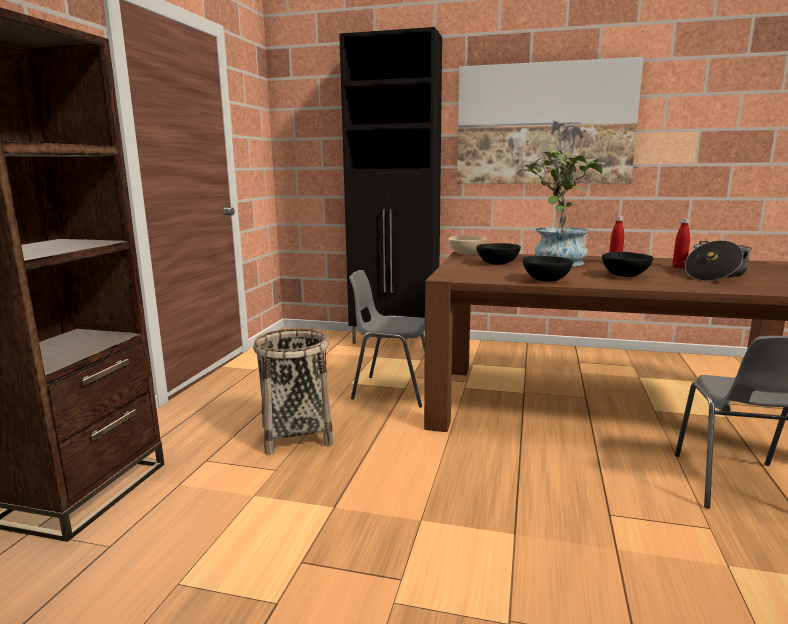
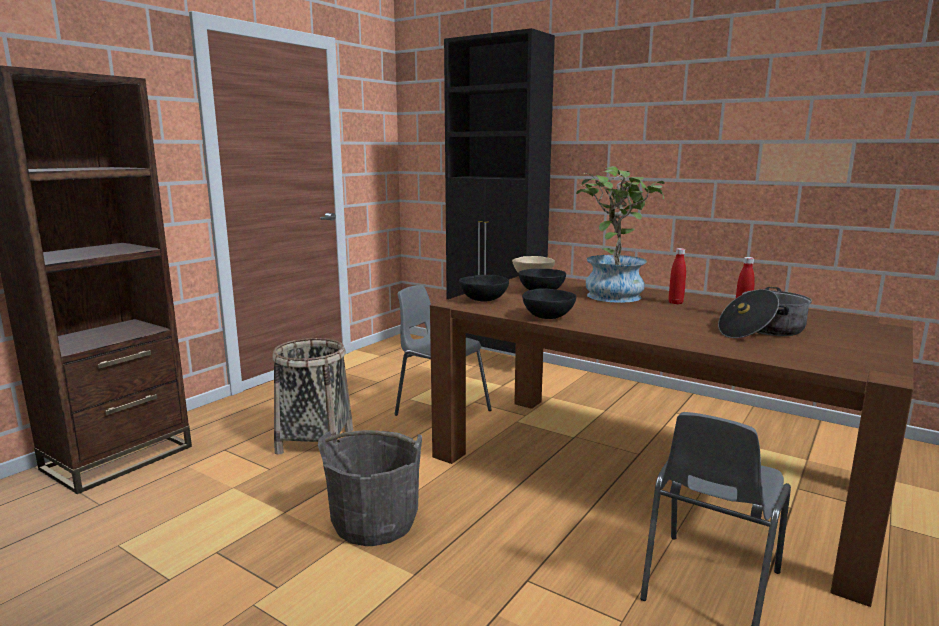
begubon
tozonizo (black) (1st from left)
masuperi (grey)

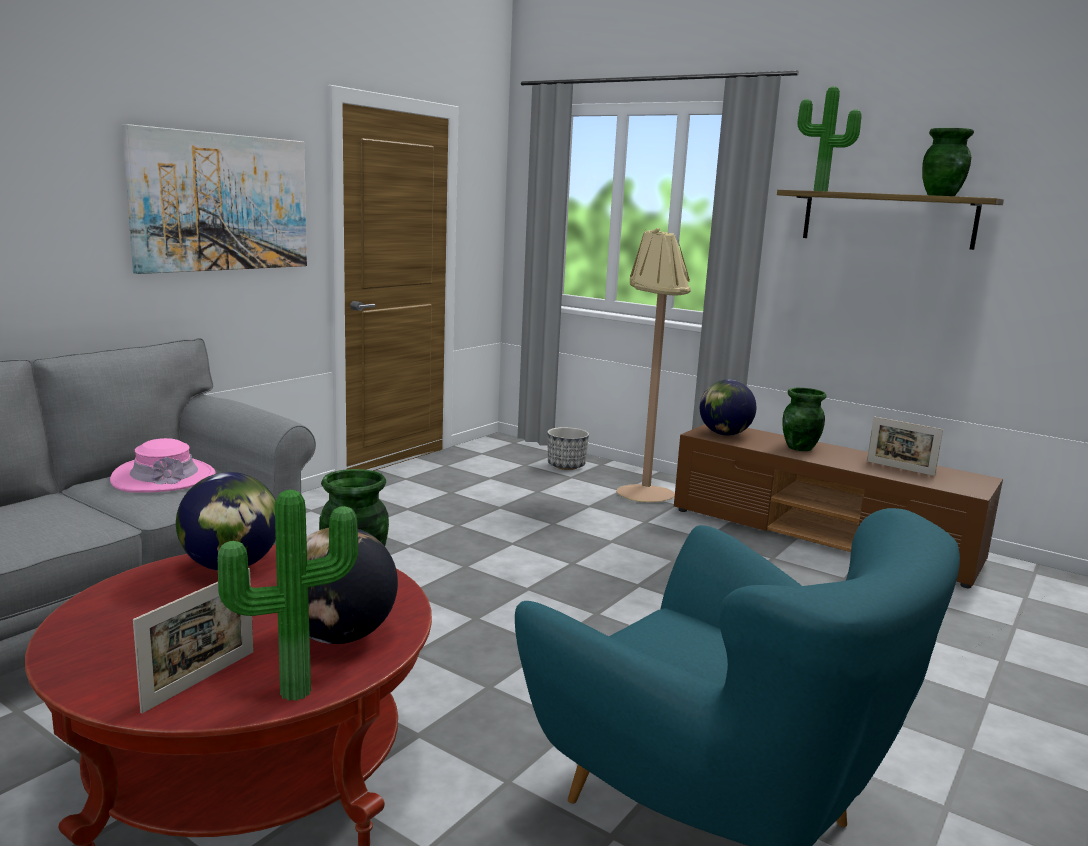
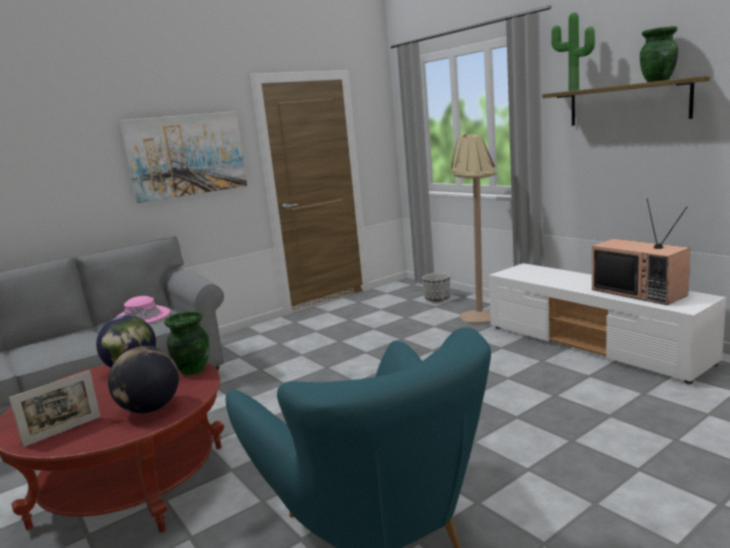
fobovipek (1st from left in the first image)
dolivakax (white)
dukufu (3rd from left in the first image)
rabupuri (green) (2nd from left in the first image)
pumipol

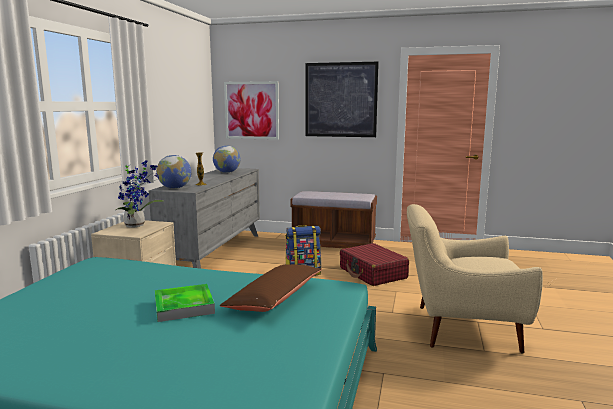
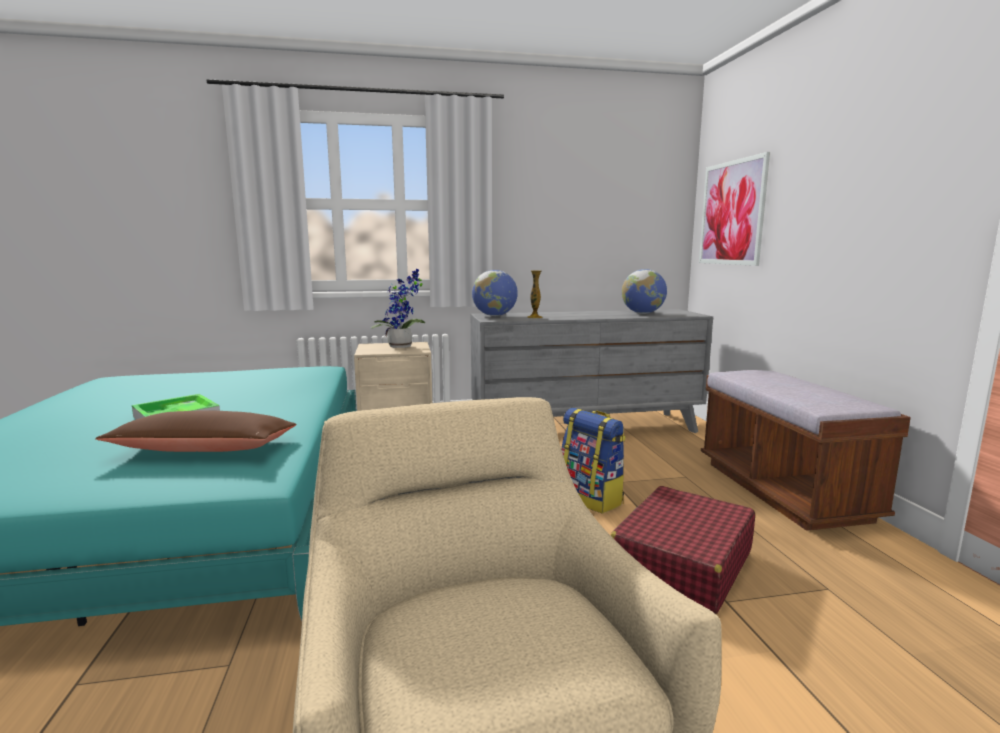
begubon (2nd from left in the first image)

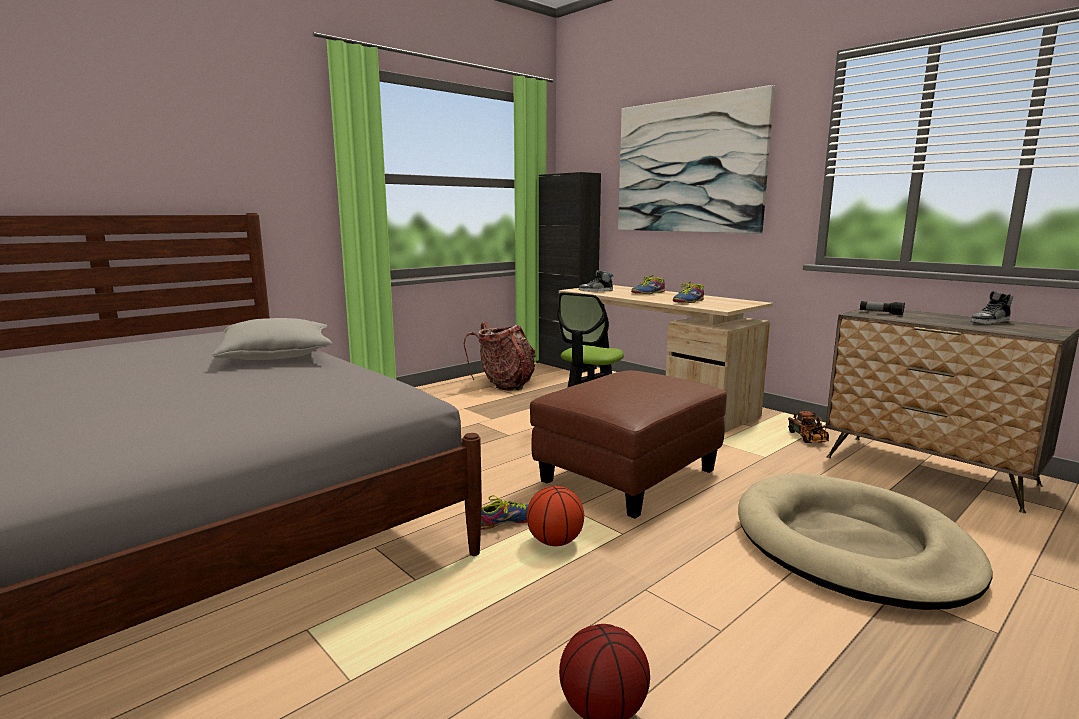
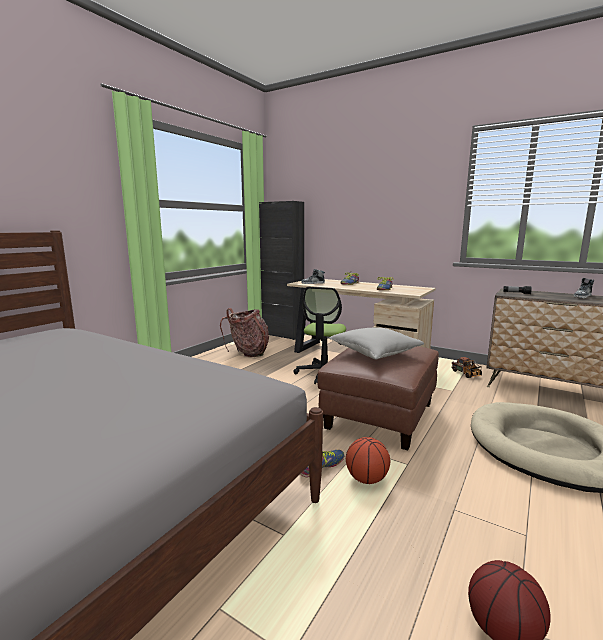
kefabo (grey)
begubon

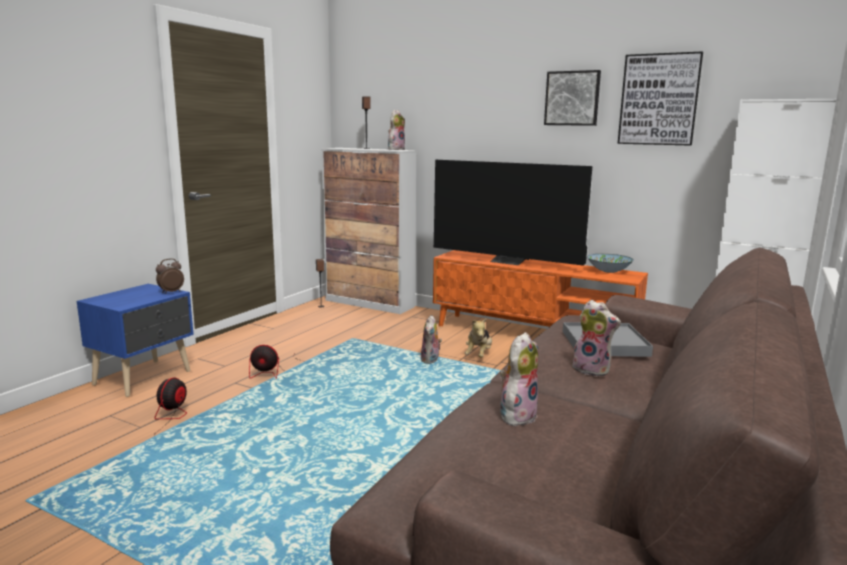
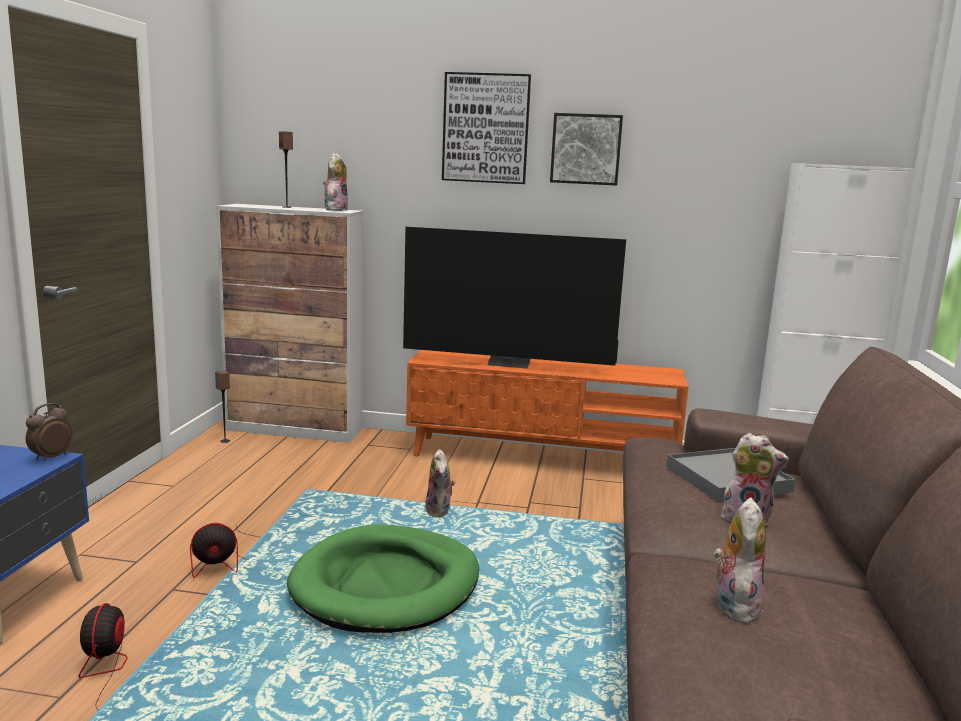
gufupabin (3rd from left in the first image)
tozonizo
begubon (1st from left)
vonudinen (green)

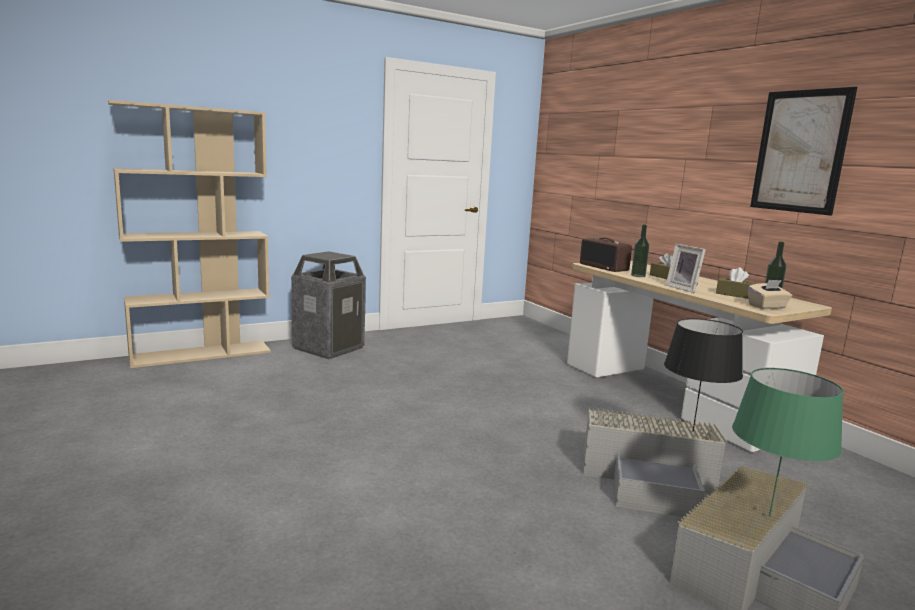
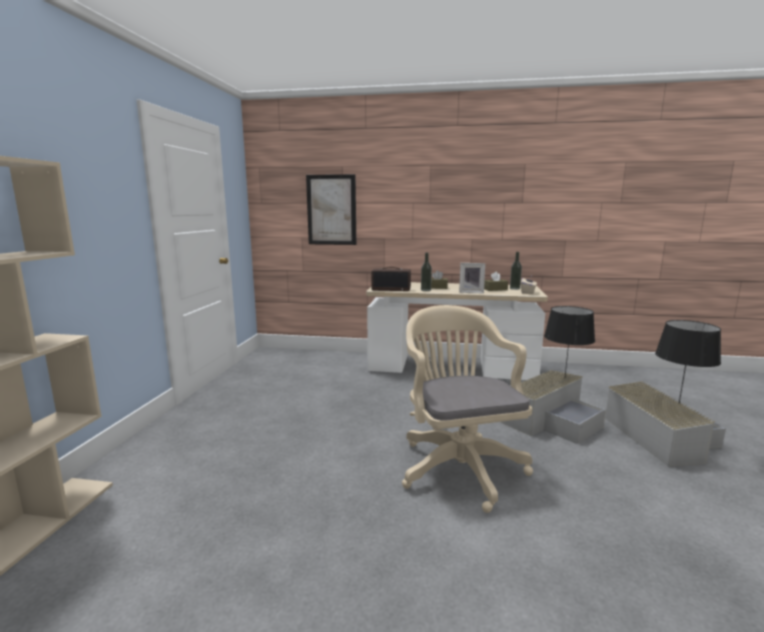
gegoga
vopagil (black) (2nd from left)
begubon
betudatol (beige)

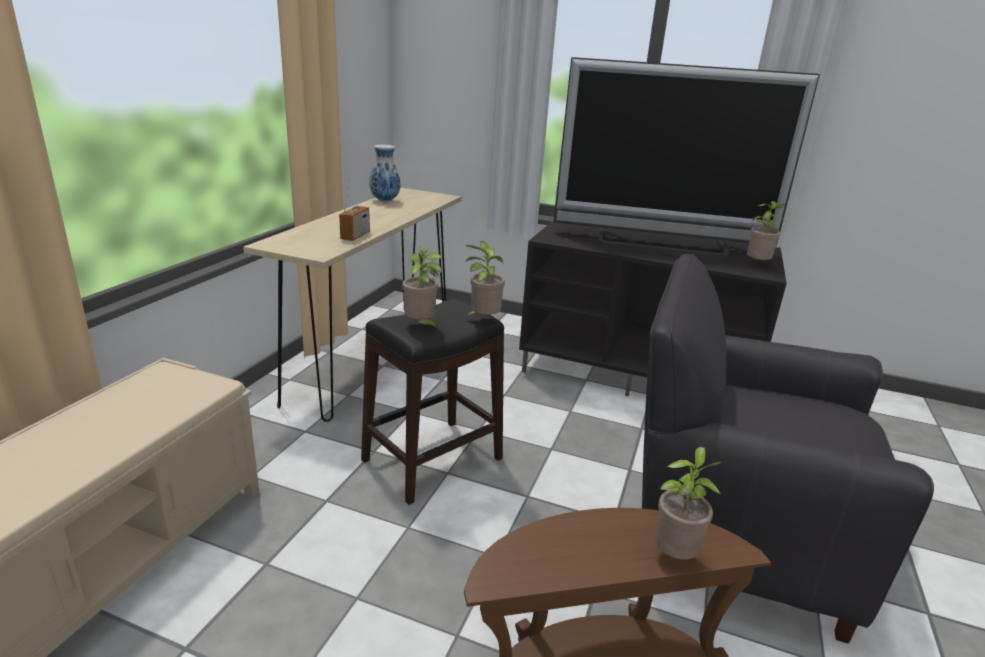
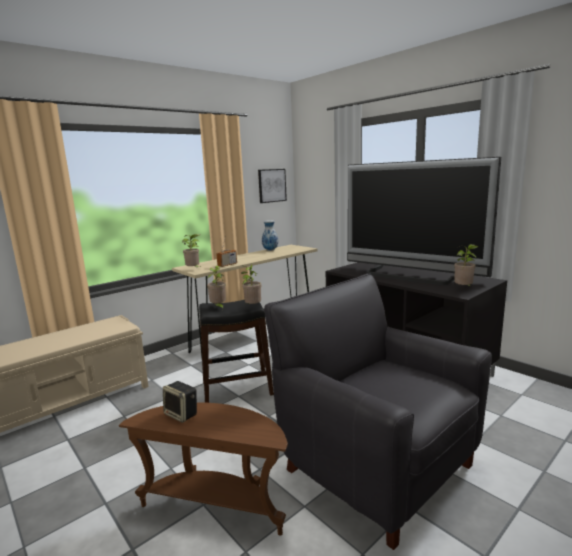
fobovipek (1st from left)
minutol
begubon

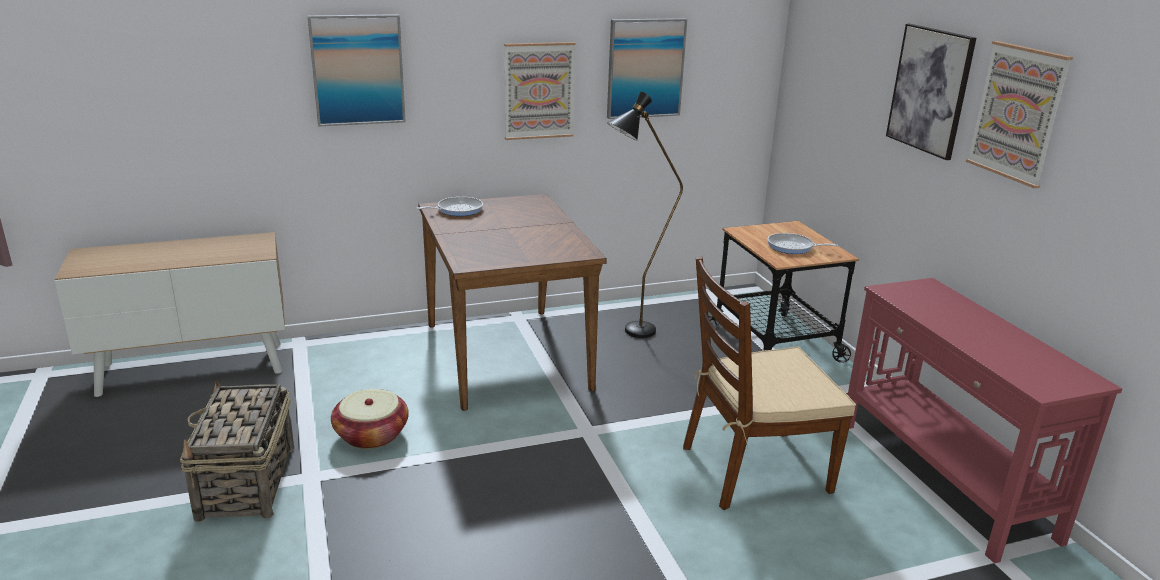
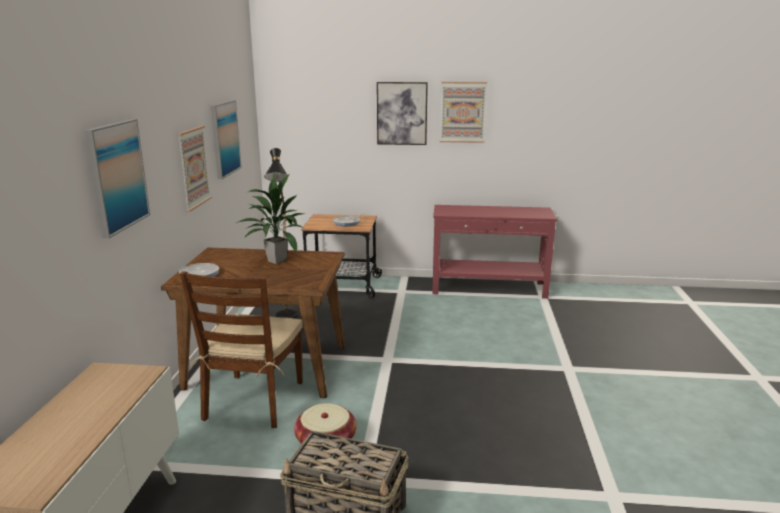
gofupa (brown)
fobovipek

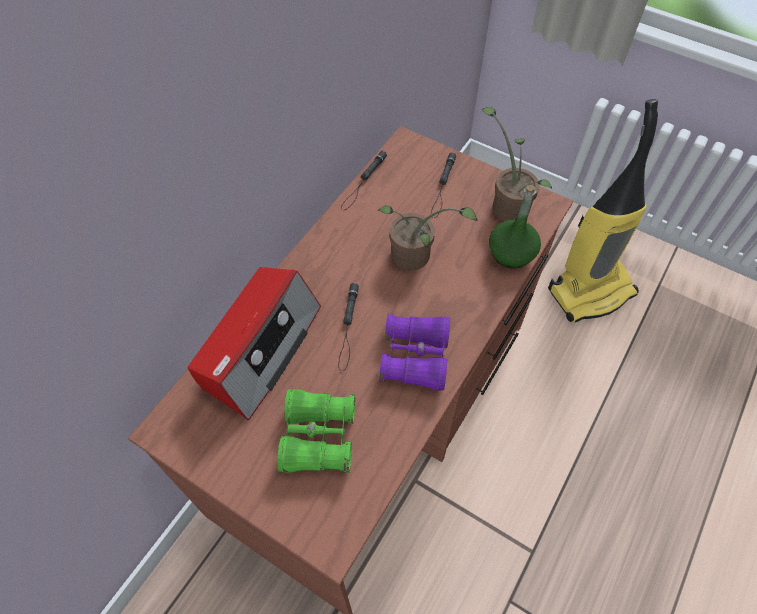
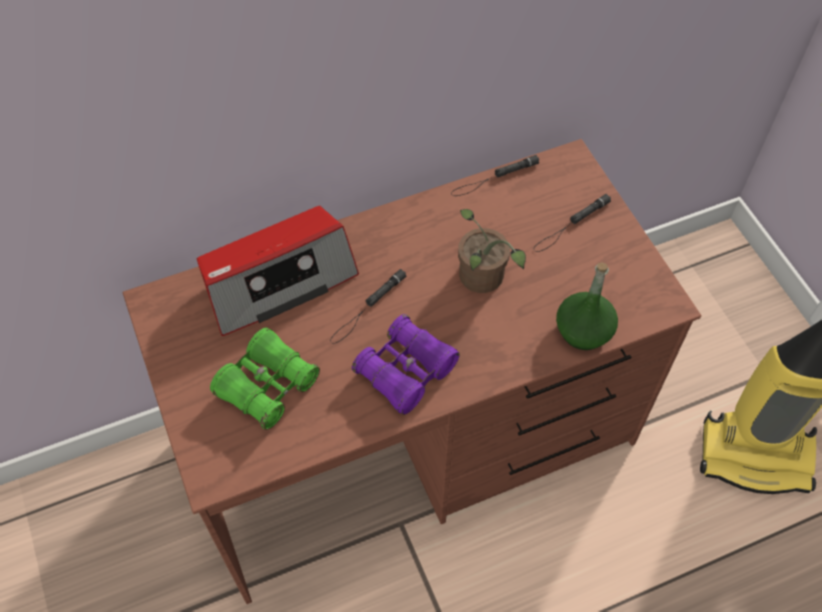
fobovipek (2nd from left in the first image)

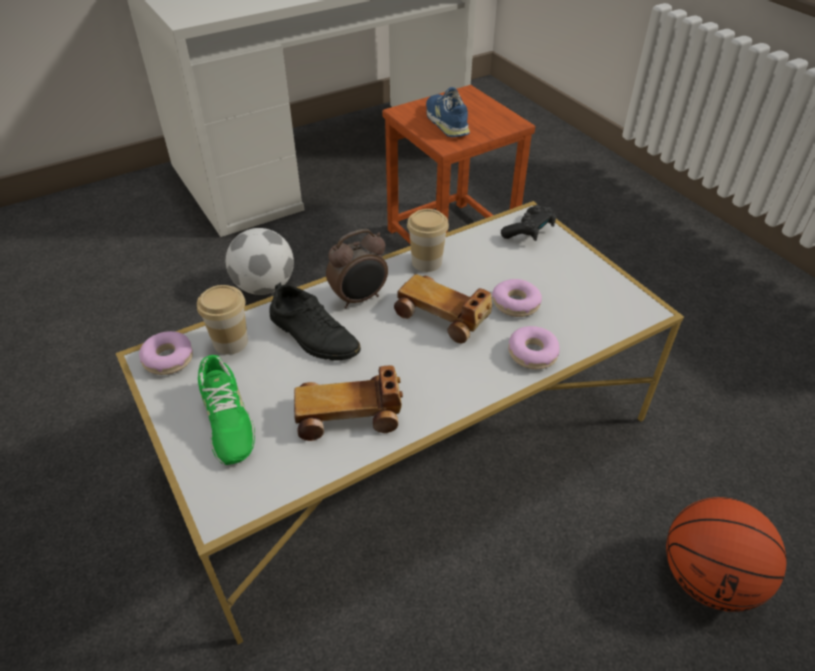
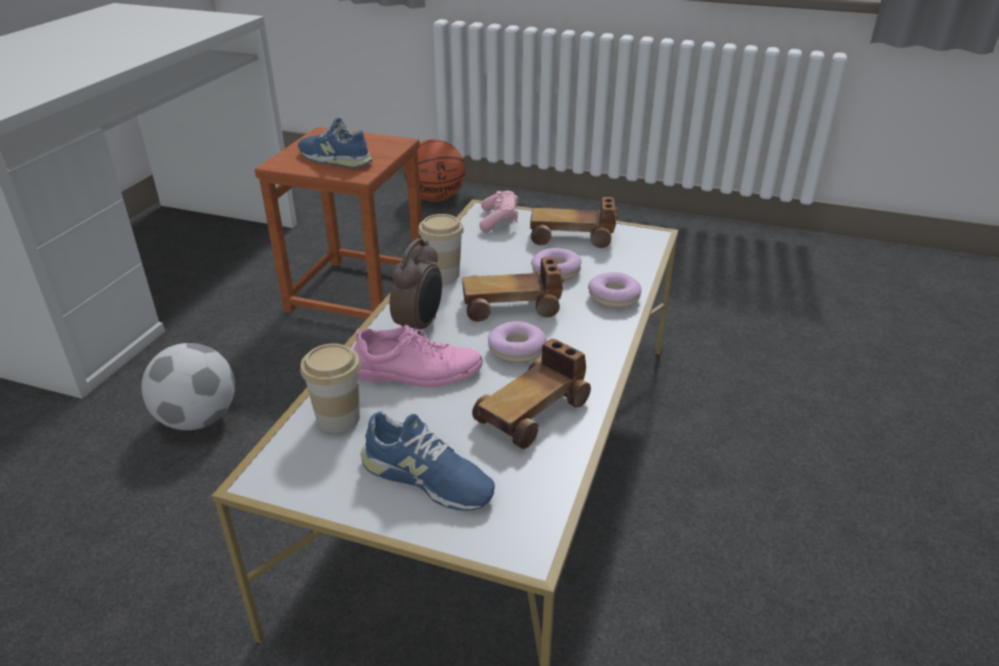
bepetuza (1st from left)
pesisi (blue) (2nd from left)
pesisi (pink)
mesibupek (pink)
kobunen
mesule (3rd from left)

